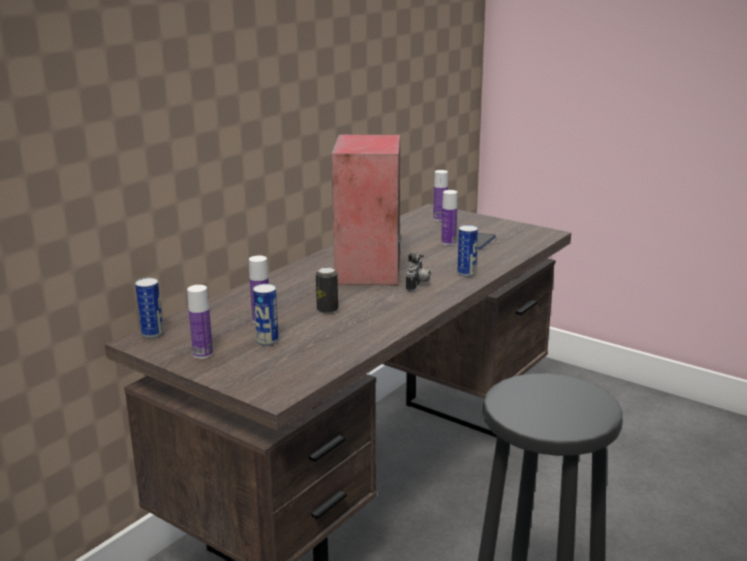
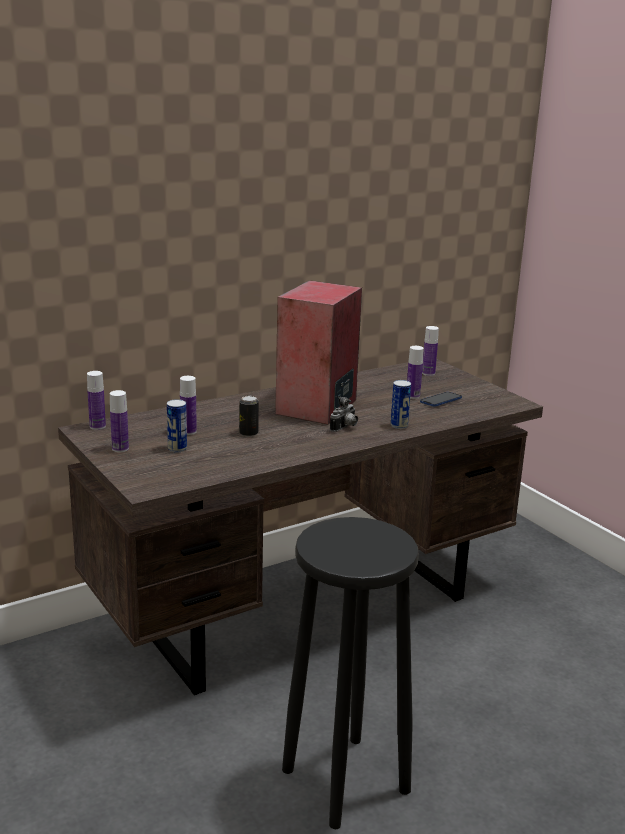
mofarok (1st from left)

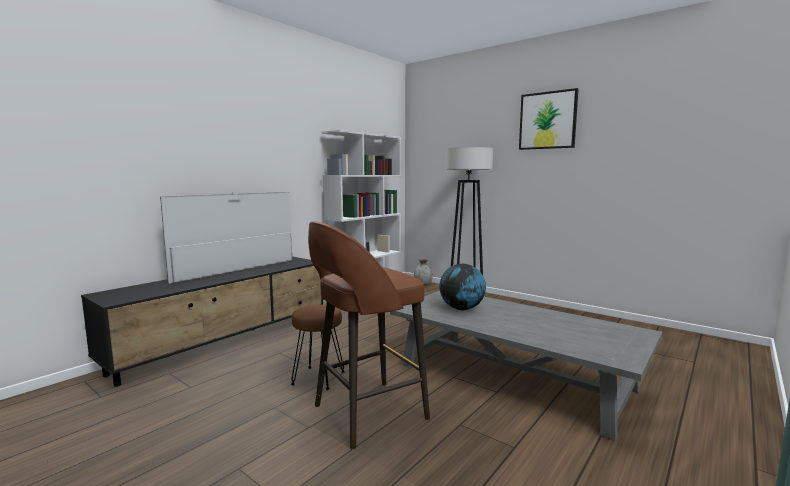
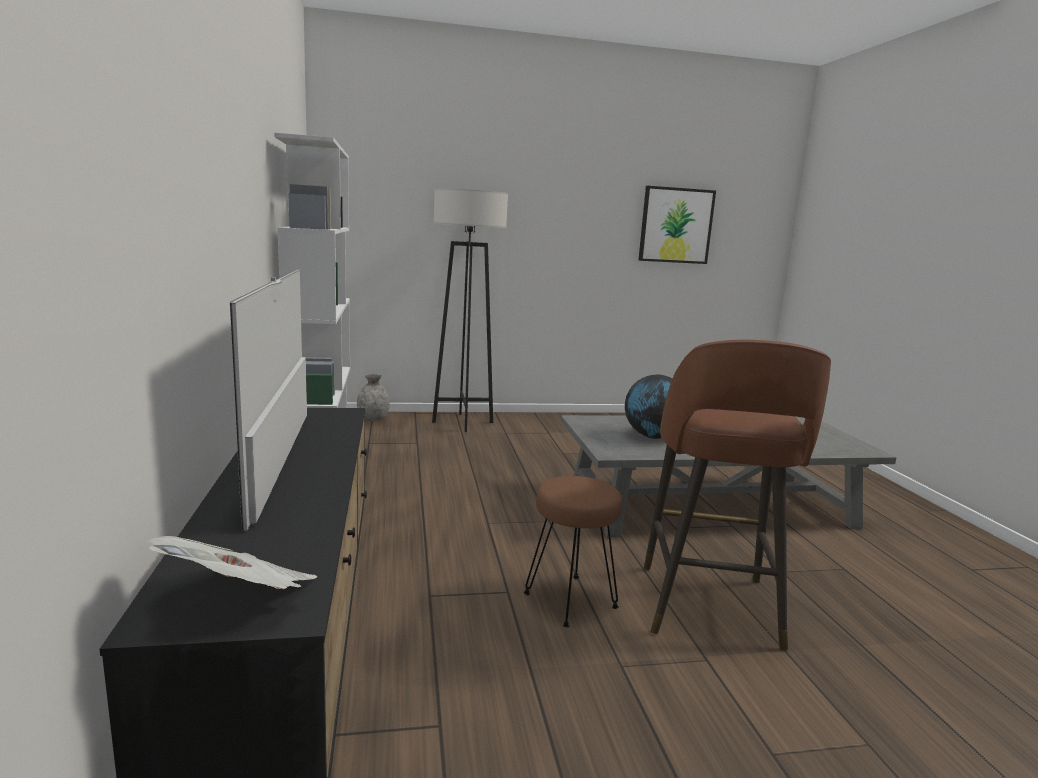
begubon
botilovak

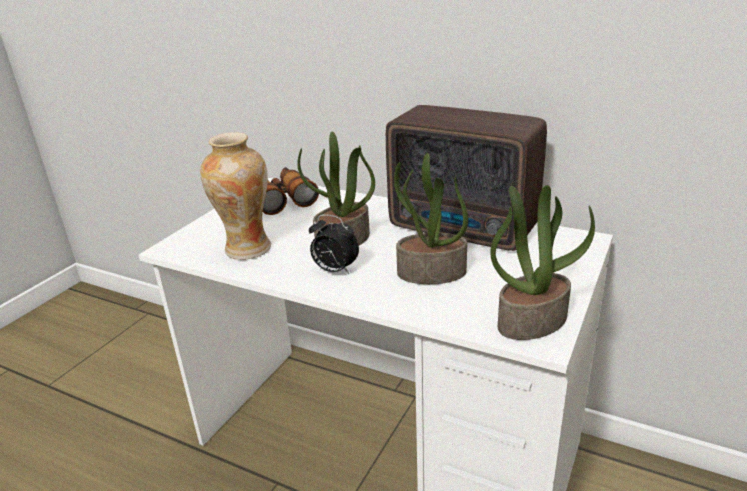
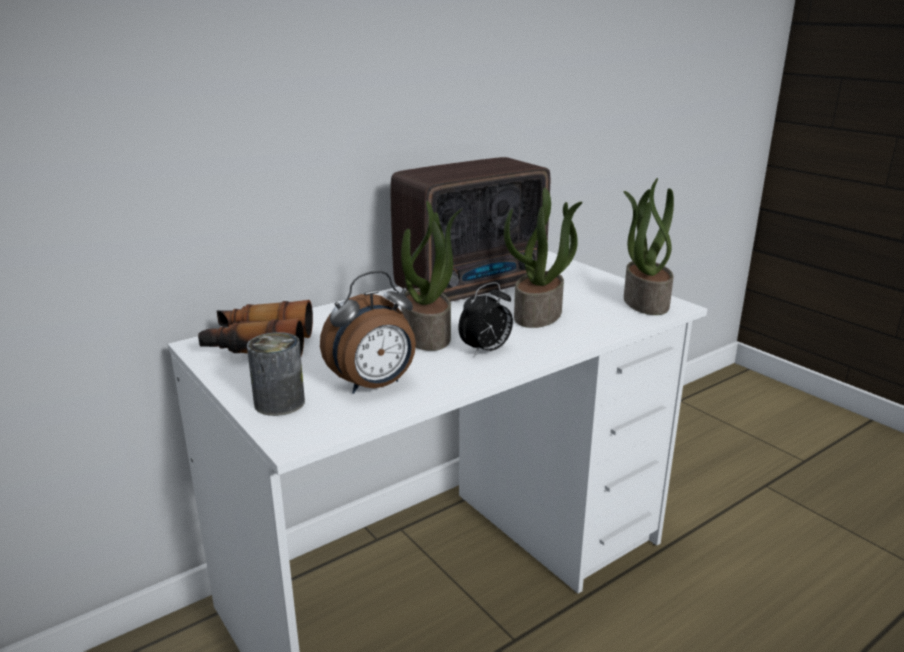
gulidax (1st from left)
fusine

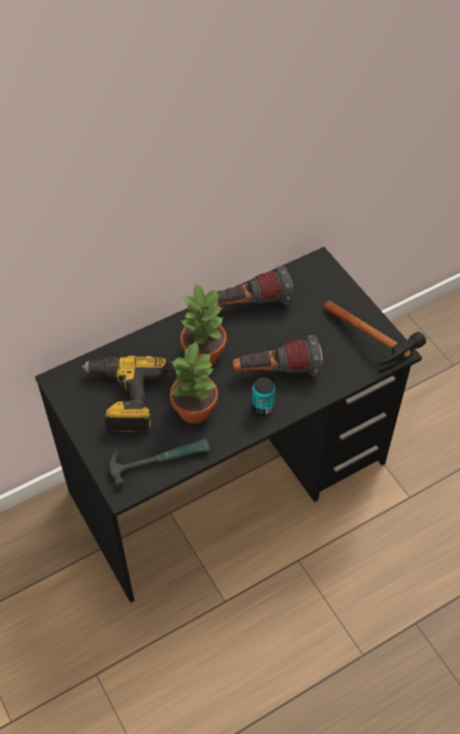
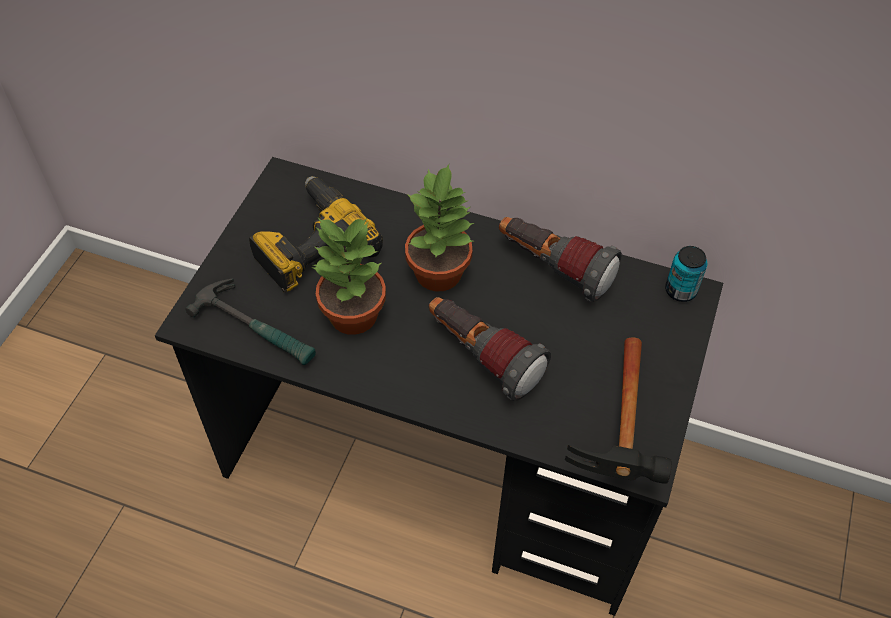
fusine

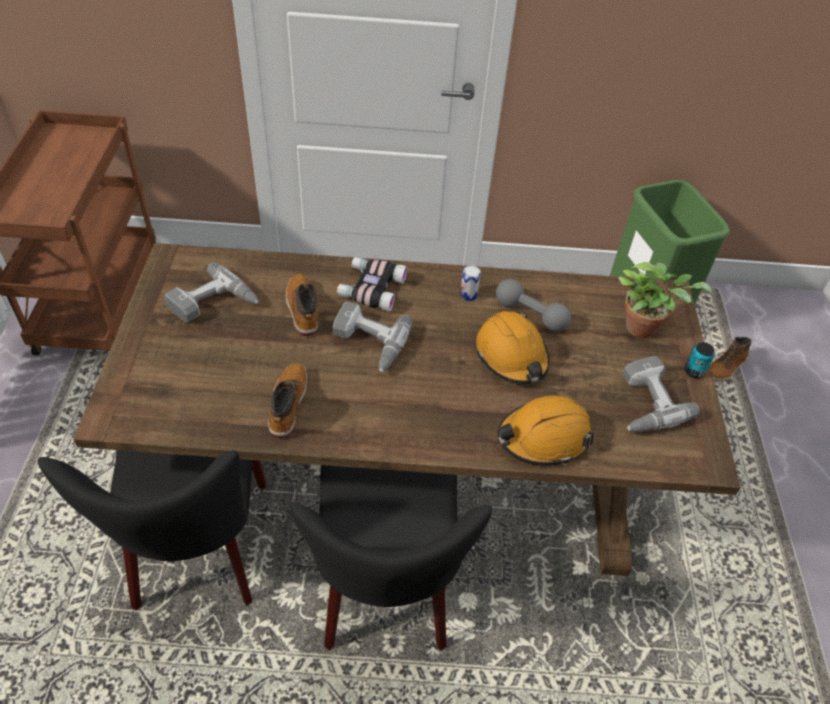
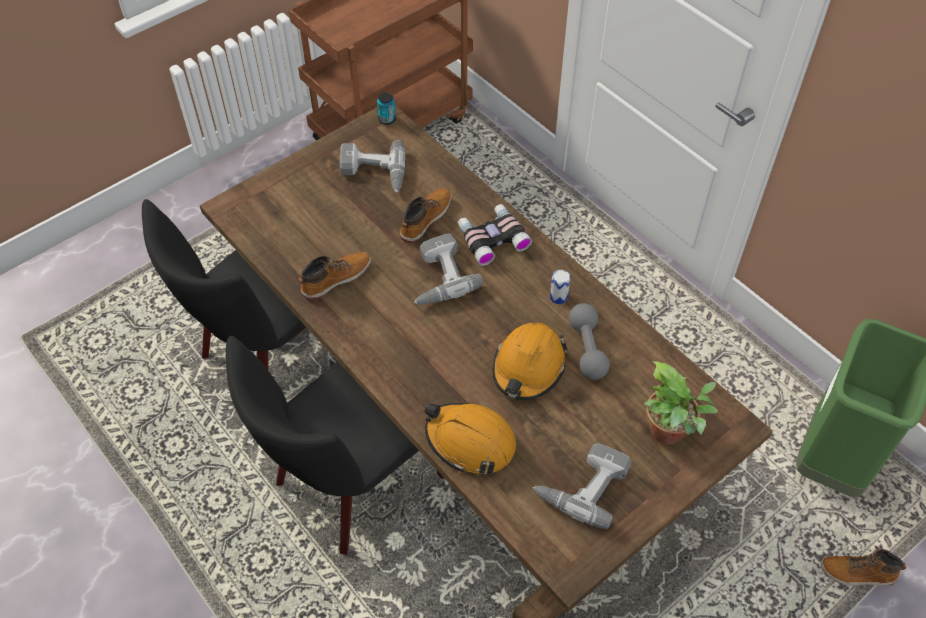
fusine (1st from left)

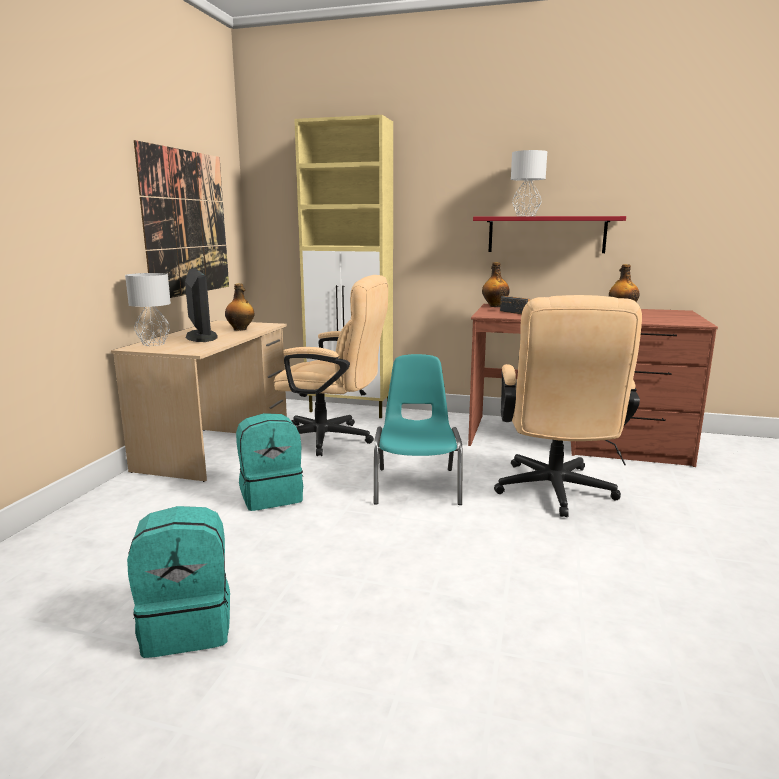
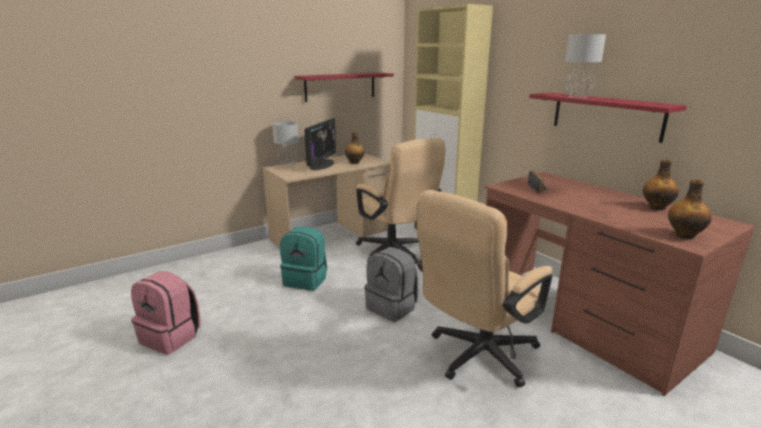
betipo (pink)
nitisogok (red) (1st from left)
betipo (grey)
mofarok (3rd from left)

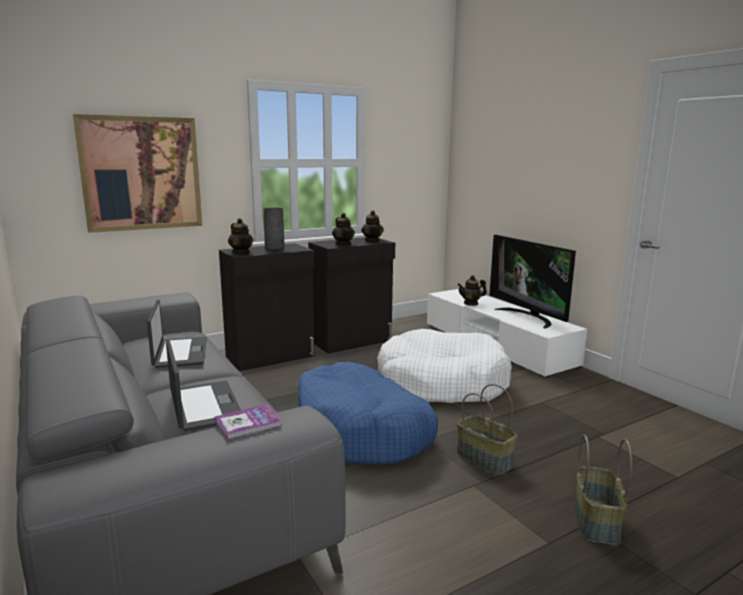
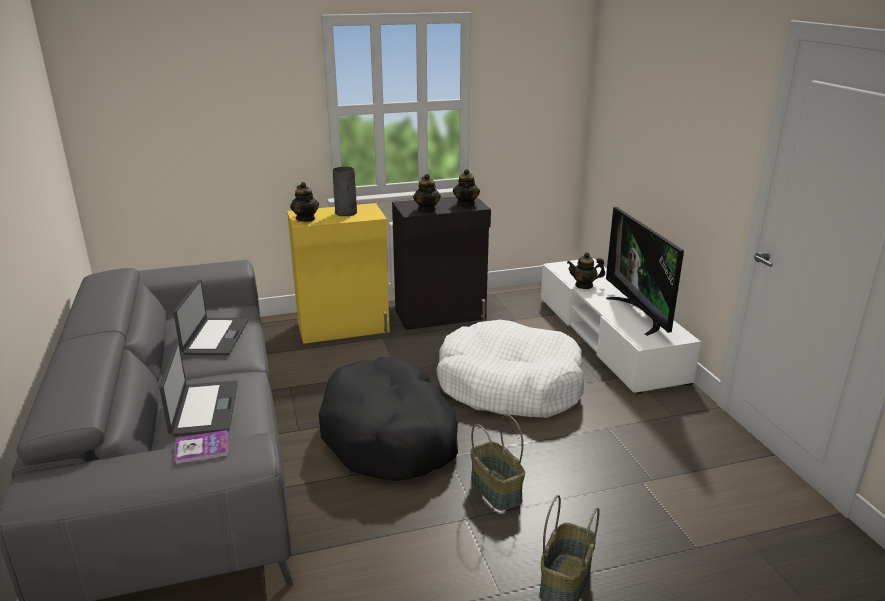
begubon
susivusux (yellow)
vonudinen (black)

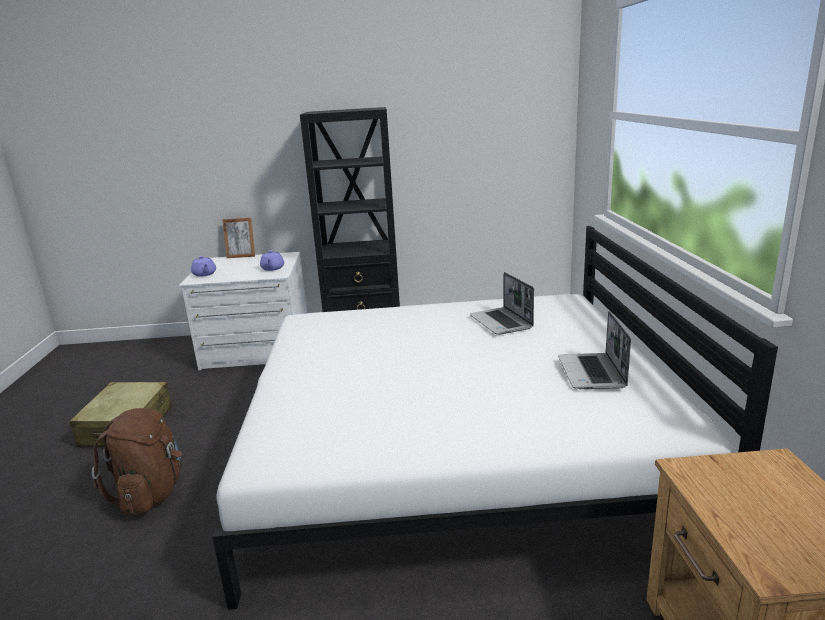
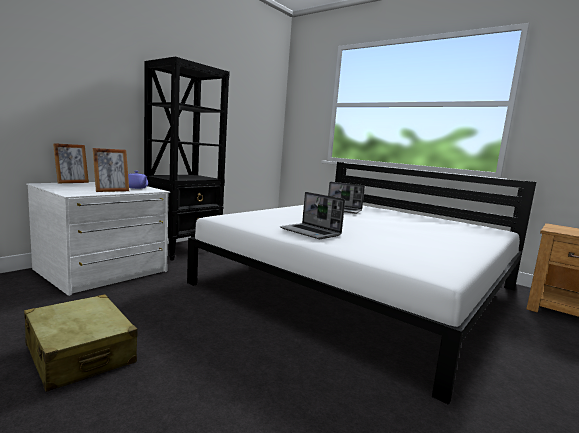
betipo (brown)
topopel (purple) (1st from left in the first image)
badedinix (1st from left)
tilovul (2nd from left)

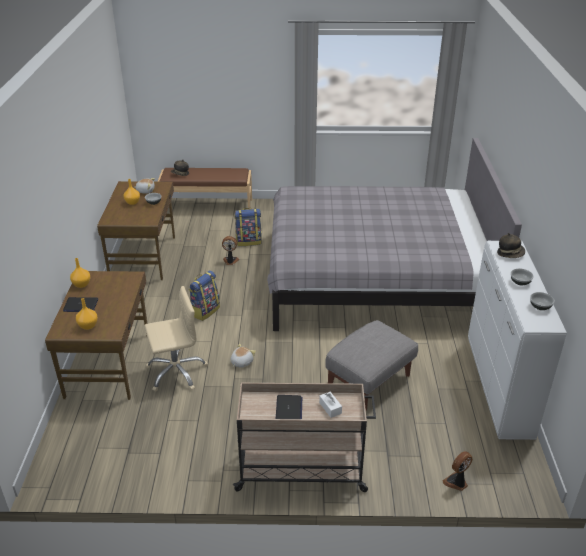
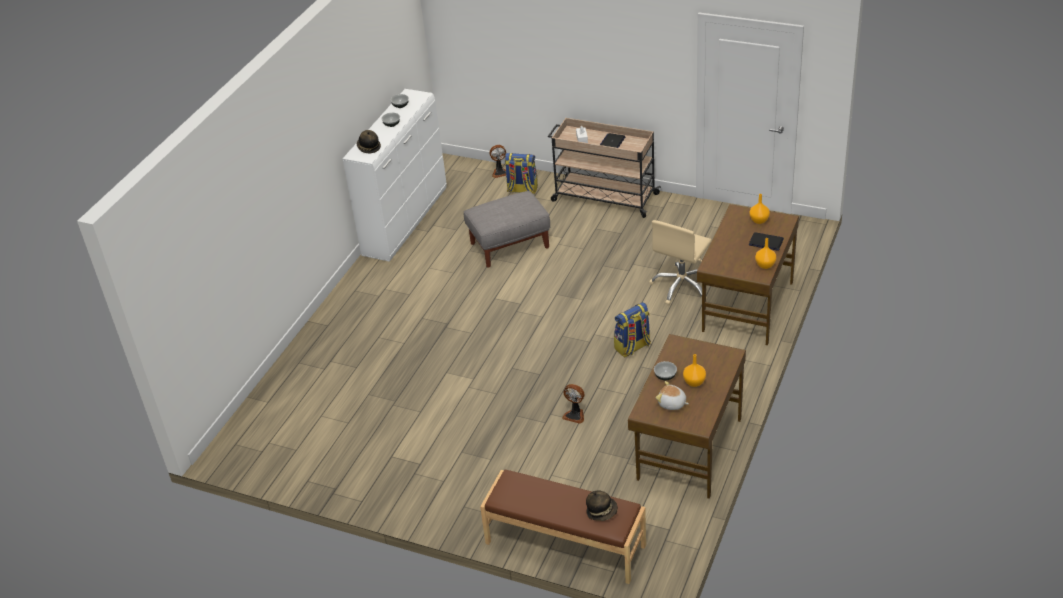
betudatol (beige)
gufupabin (2nd from left in the first image)
betipo (1st from left)
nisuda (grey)

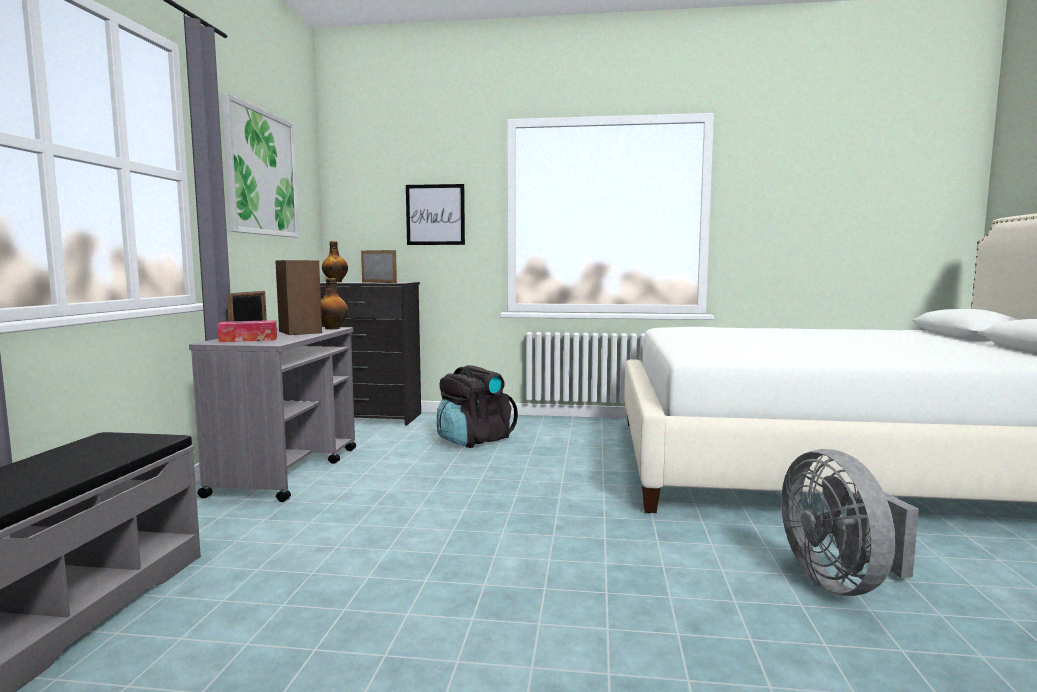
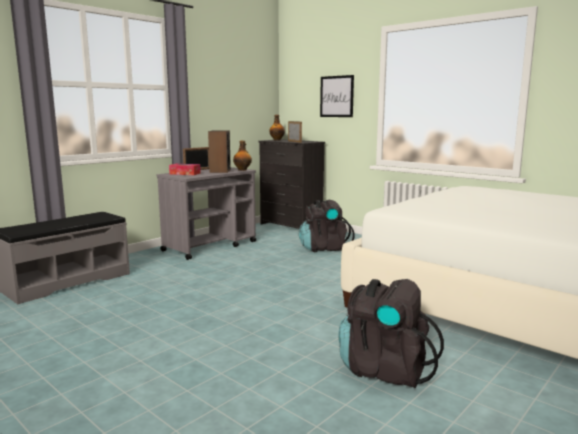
begubon (1st from left in the first image)
betipo (black) (2nd from left)

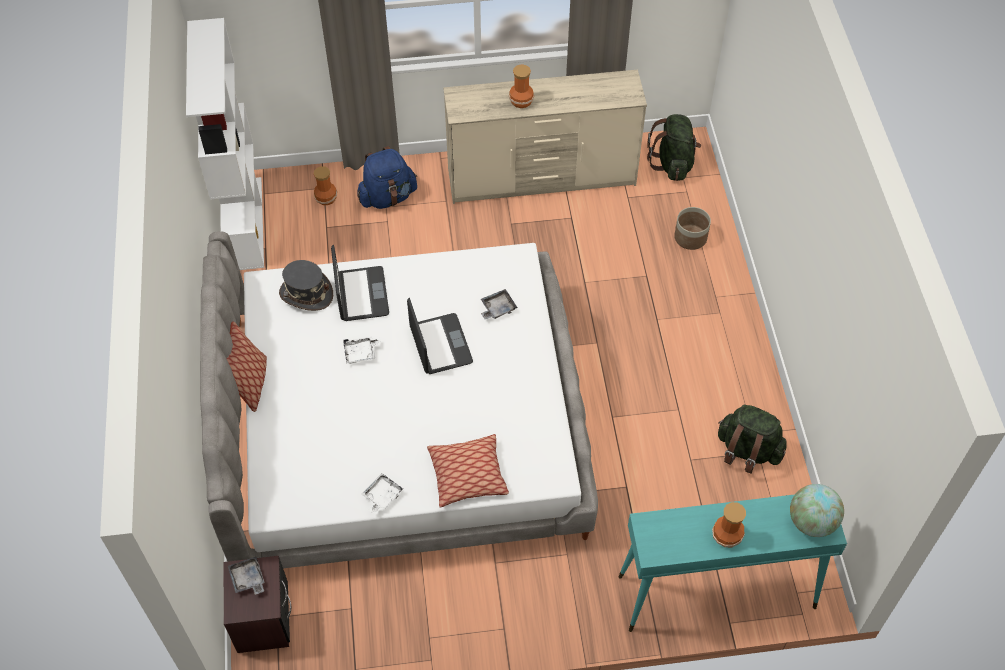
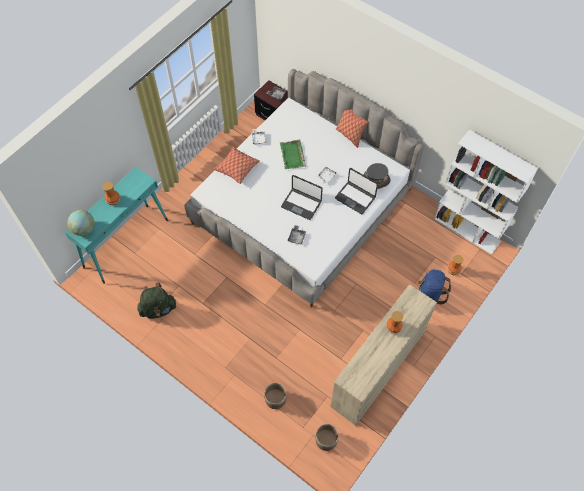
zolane (2nd from left)
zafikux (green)

